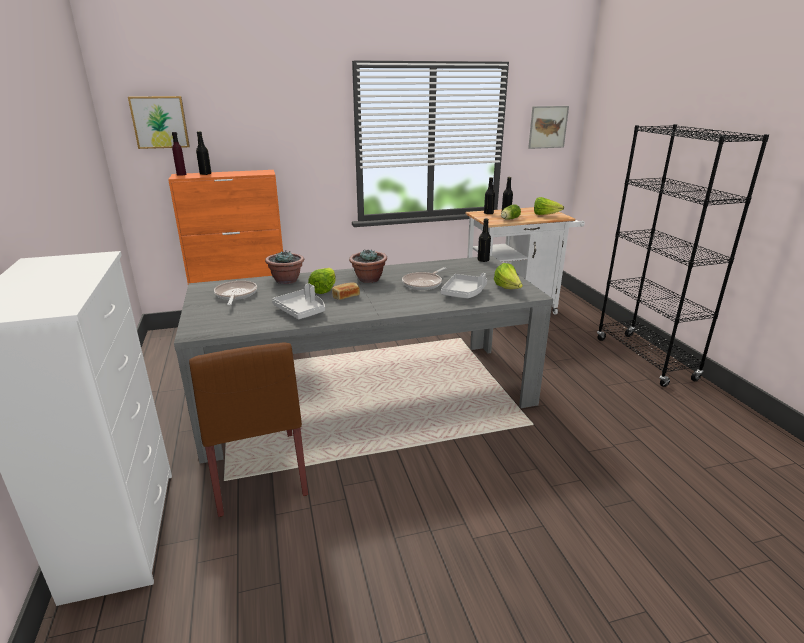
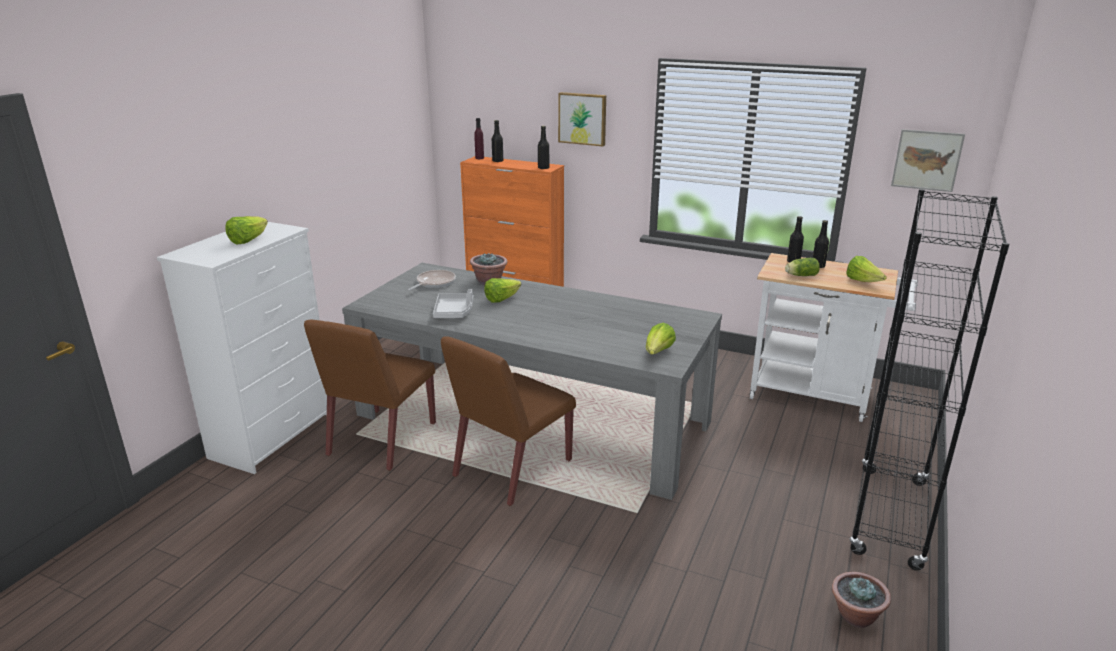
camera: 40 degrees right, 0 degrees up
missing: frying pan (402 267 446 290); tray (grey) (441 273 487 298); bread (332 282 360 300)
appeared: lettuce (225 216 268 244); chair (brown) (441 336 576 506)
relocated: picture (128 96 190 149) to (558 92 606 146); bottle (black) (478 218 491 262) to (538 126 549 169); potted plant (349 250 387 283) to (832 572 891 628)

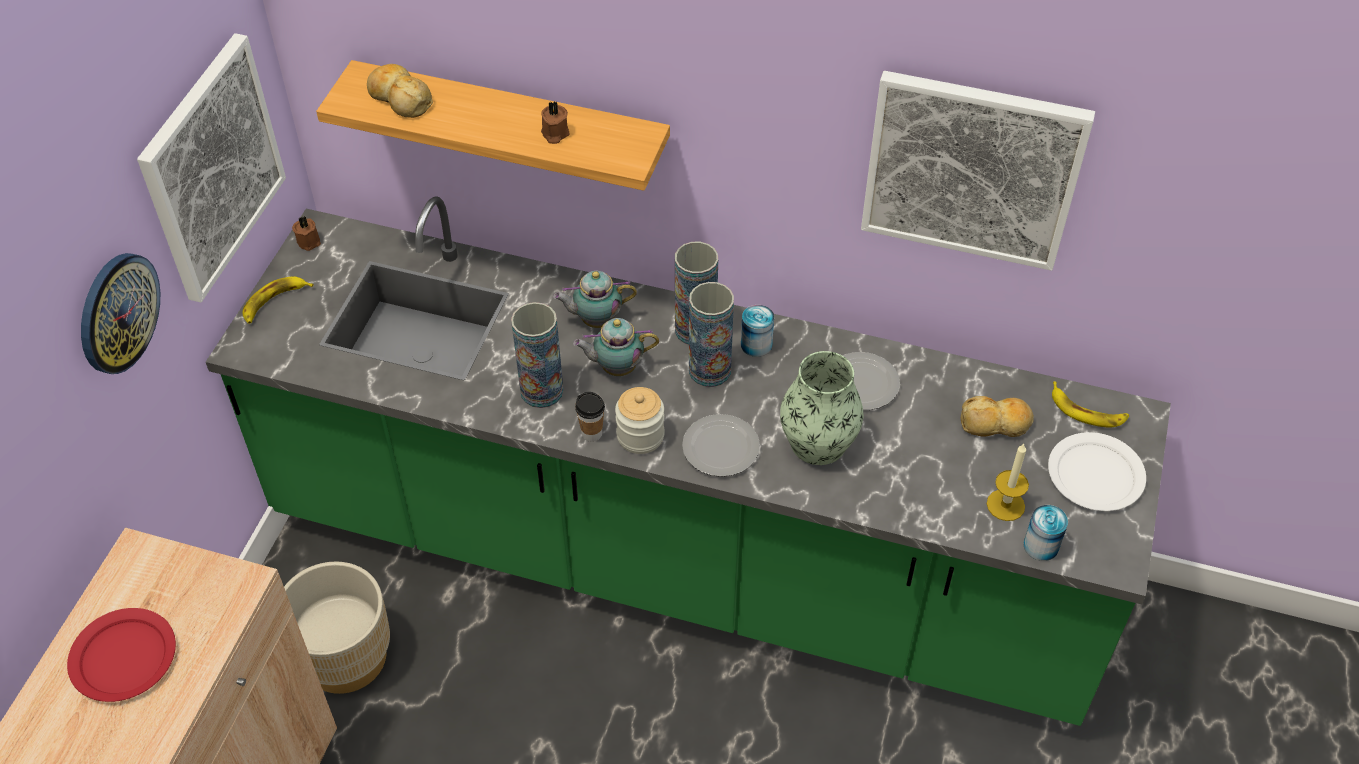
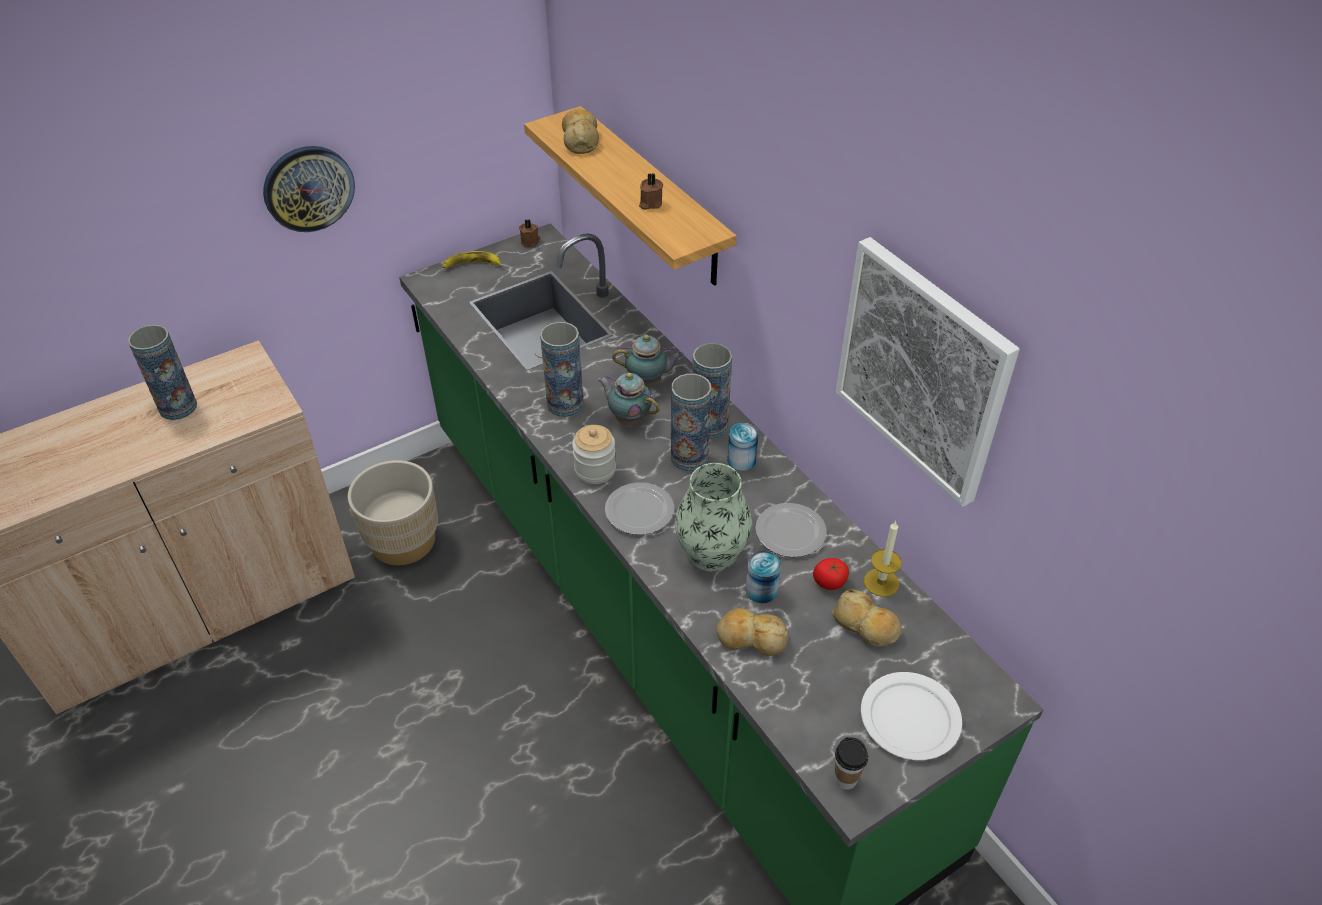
camera: 40 degrees right, 5 degrees down
missing: picture (137 33 286 303); banana (1052 381 1129 427)
appeared: tomato (813 558 849 590); bread (717 608 788 656)
relocated: cup (575 392 605 442) to (835 737 868 790); candle (987 443 1029 521) to (864 520 902 597); can (1023 505 1068 561) to (746 551 781 603)
exchanged: plate (red) (67 608 176 702) to vase (128 325 197 420)
spun: teapot (553 271 637 328) = (612 335 684 386) 150 degrees clockwise

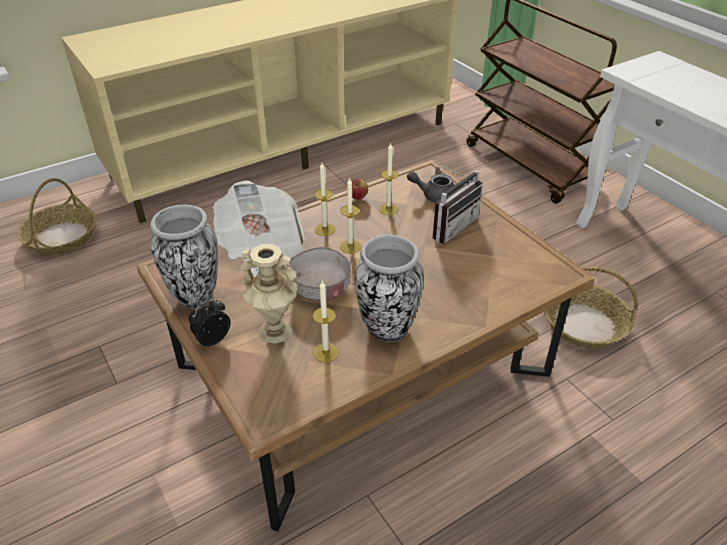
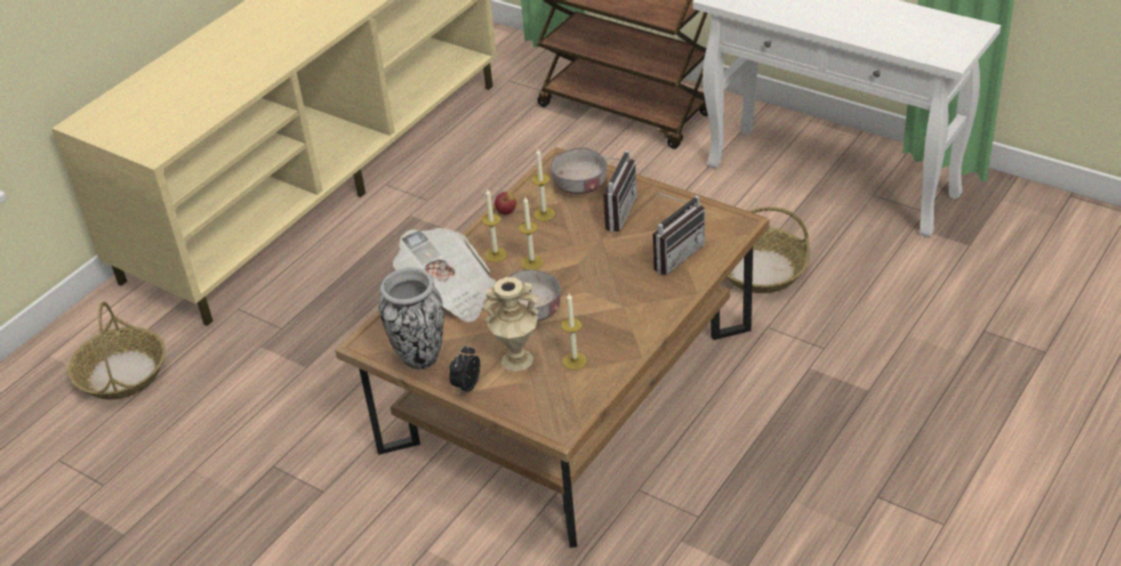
camera: 20 degrees left, 0 degrees up
missing: vase (355 235 424 342)
appeared: radio (653 191 705 275)
exchanged: teapot (grey) (407 167 455 203) to bowl (grey) (551 147 607 194)

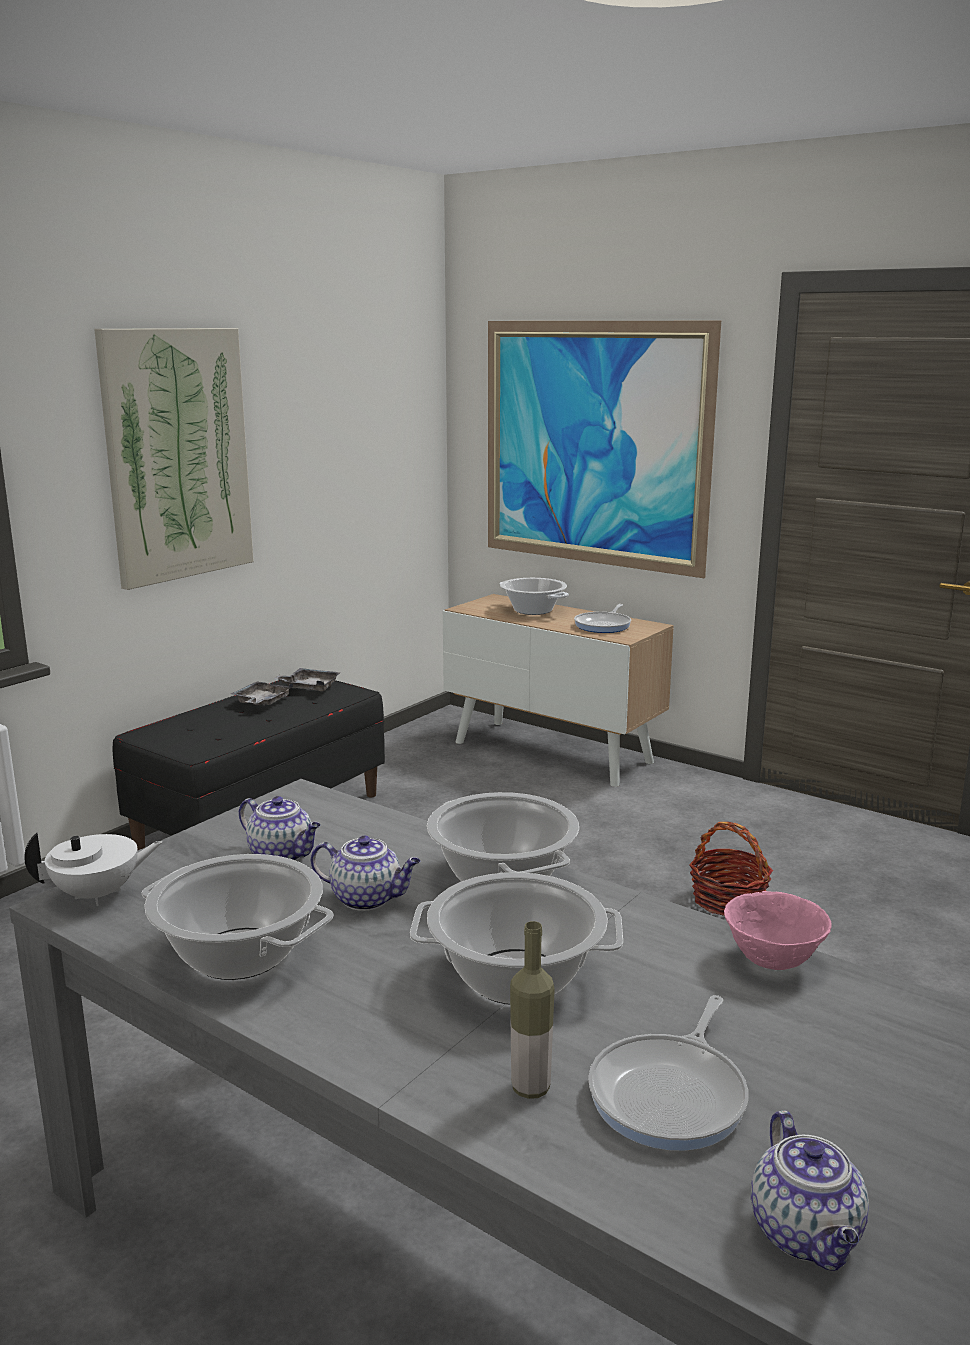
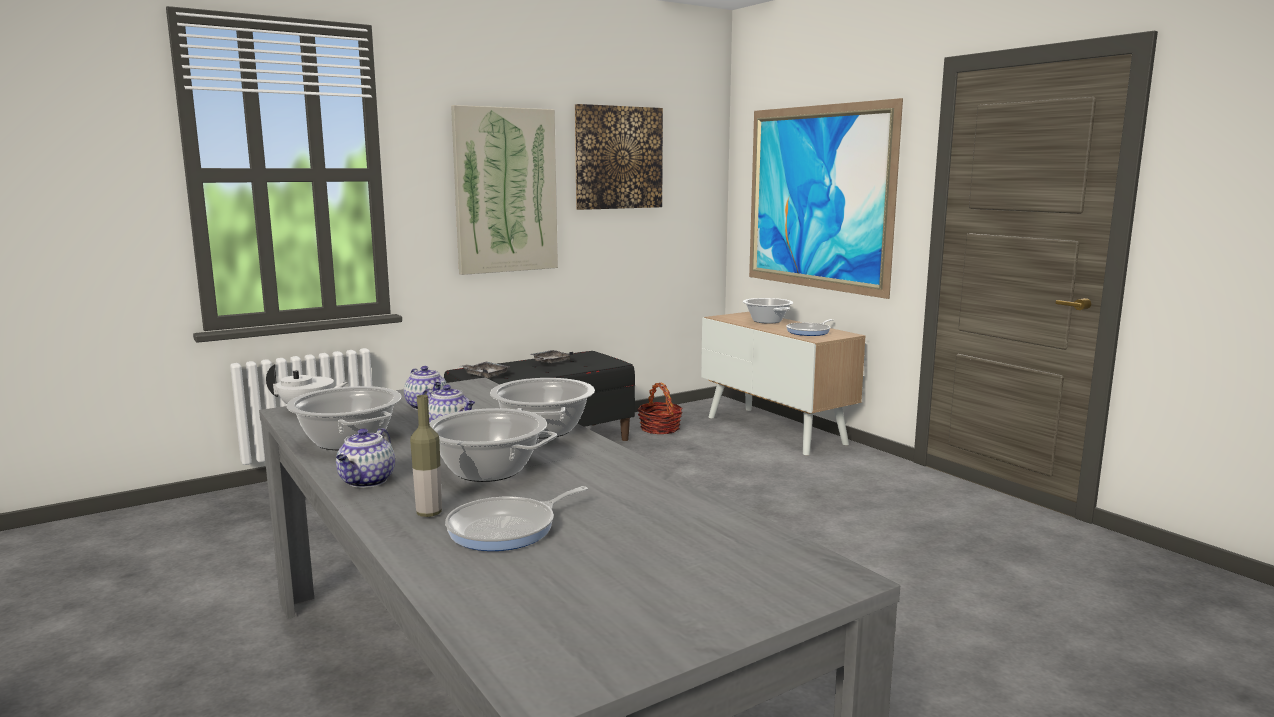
camera: 20 degrees right, 5 degrees down
missing: bowl (pink) (724 891 831 970)
appeared: picture (575 104 663 210)
relocated: tray (grey) (273 668 340 691) to (460 361 509 378); basket (689 822 773 916) to (638 383 683 434); teapot (751 1110 869 1271) to (336 428 395 488)

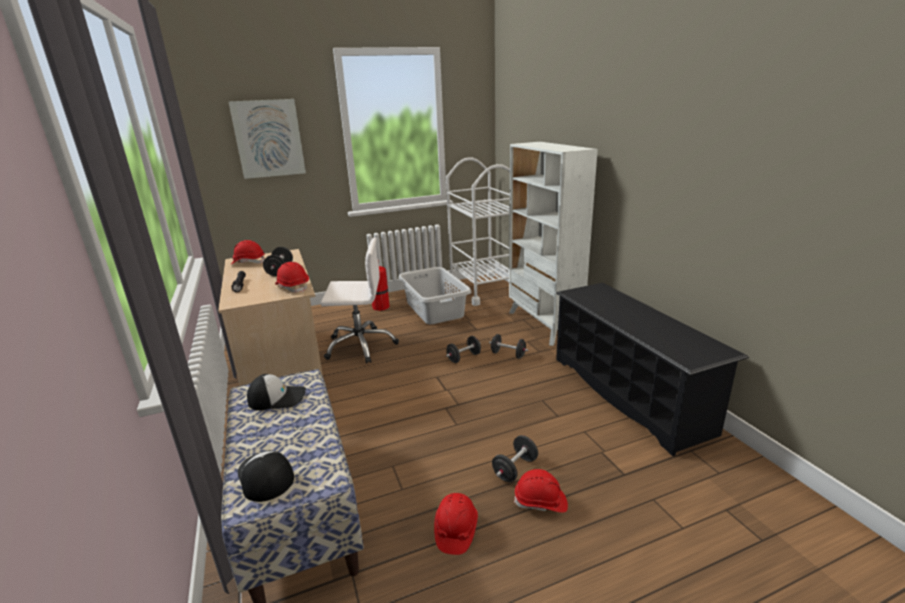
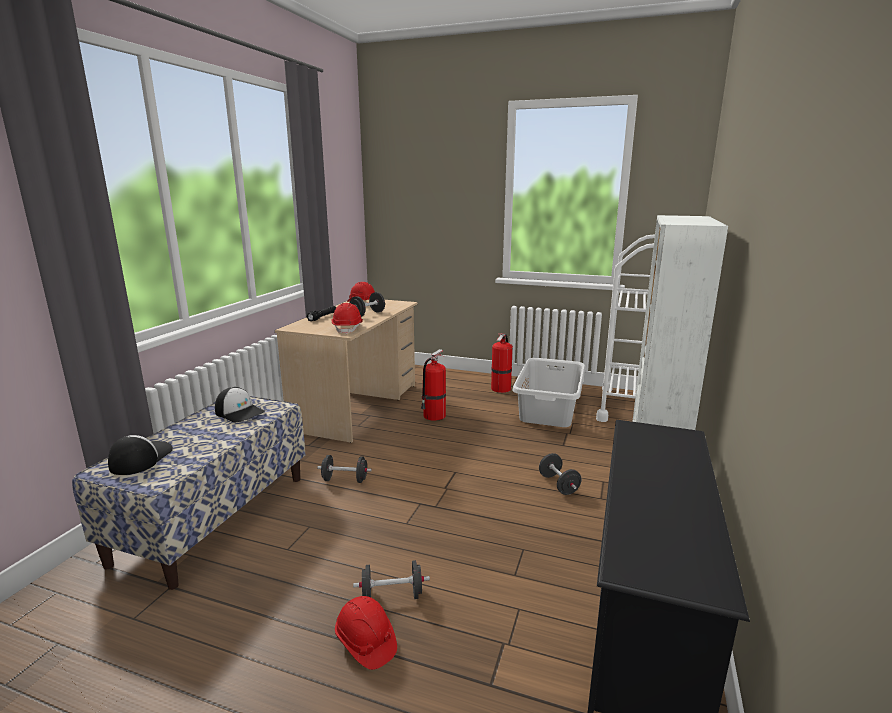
camera: 40 degrees right, 5 degrees down
missing: picture (228 99 306 179); hard hat (red) (434 493 478 555)
relocated: dumbbell (black) (446 336 481 363) to (317 455 372 483)
exchanged: office chair (white) (321 237 399 364) to fire extinguisher (421 349 446 421)

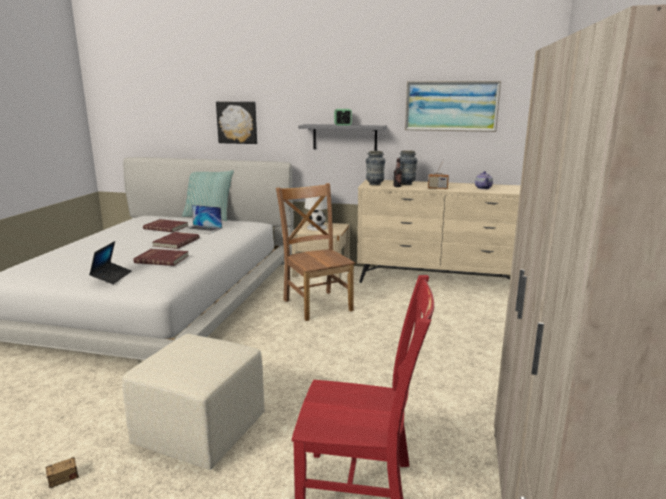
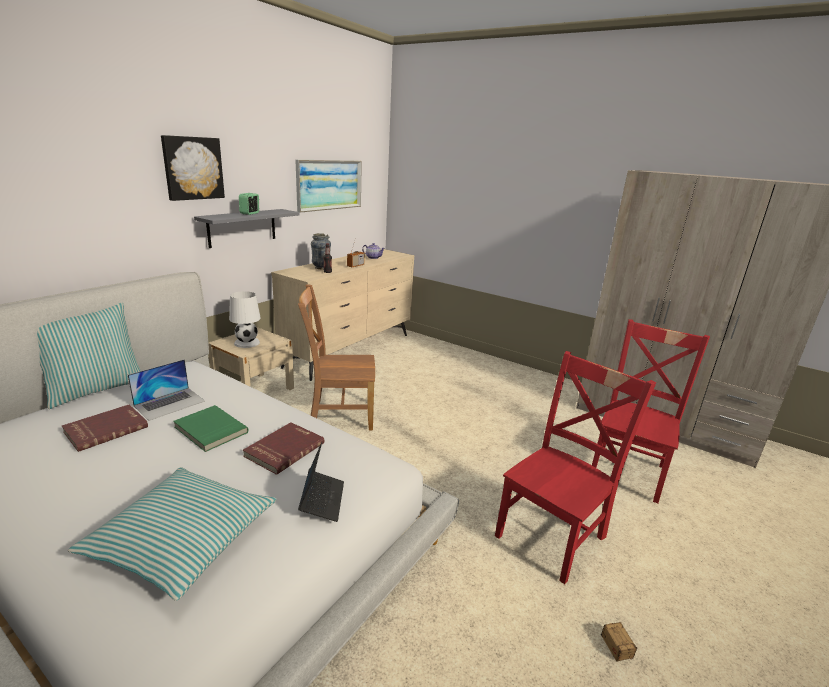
camera: 70 degrees left, 5 degrees up
missing: vase (366 151 385 186)
appeared: pillow (68 467 277 601)
relocated: picture (216 102 257 144) to (161 135 225 201)
exchanged: ottoman (beige) (122 334 265 470) to chair (red) (495 351 656 584)
colour: book (red) (153 232 200 249) to book (green) (173 405 248 452)
spun: laptop (89 241 132 284) = (298 442 344 522) 60 degrees clockwise

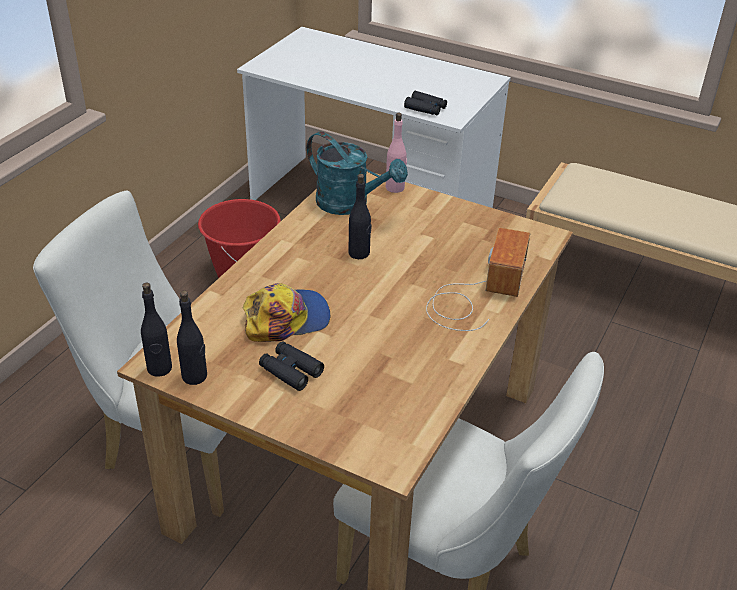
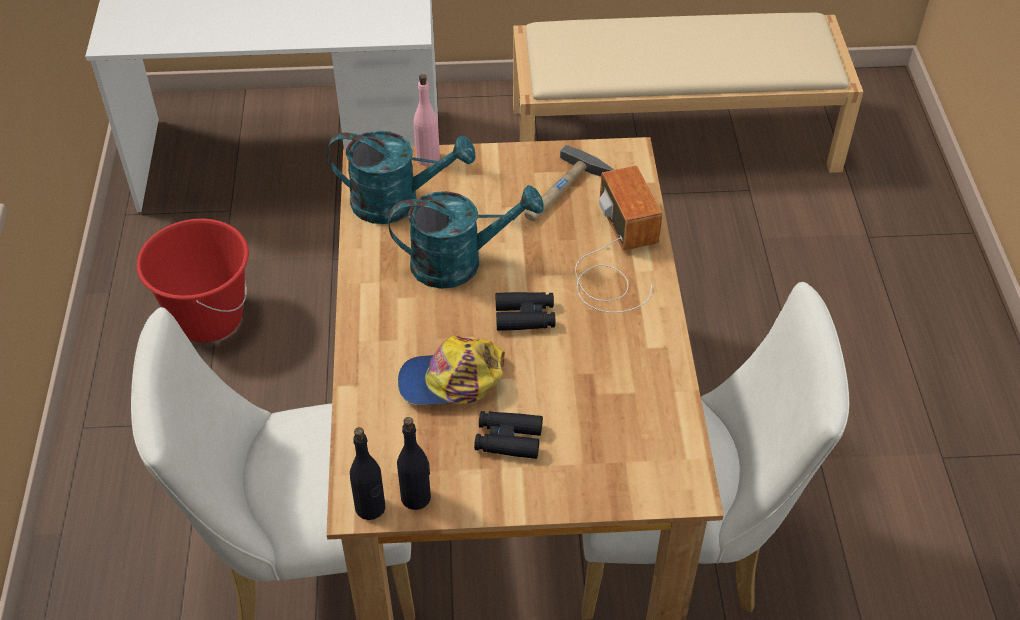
camera: 30 degrees left, 10 degrees up
appeared: hammer (524 145 614 221)
relocated: binoculars (black) (404 91 447 115) to (496 292 555 331)
exchanged: bottle (black) (348 174 372 259) to watering can (turquoise) (388 185 544 289)
spun: cap (243 283 330 342) = (398 336 505 405) 135 degrees counterclockwise

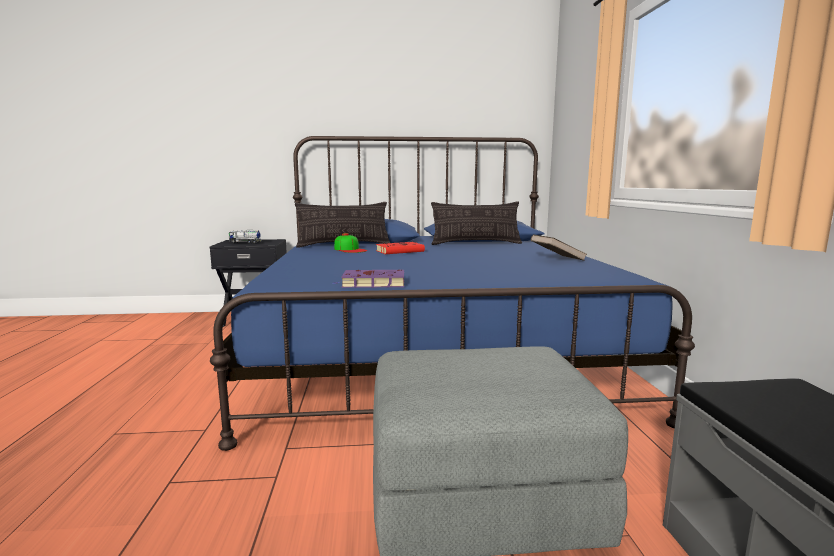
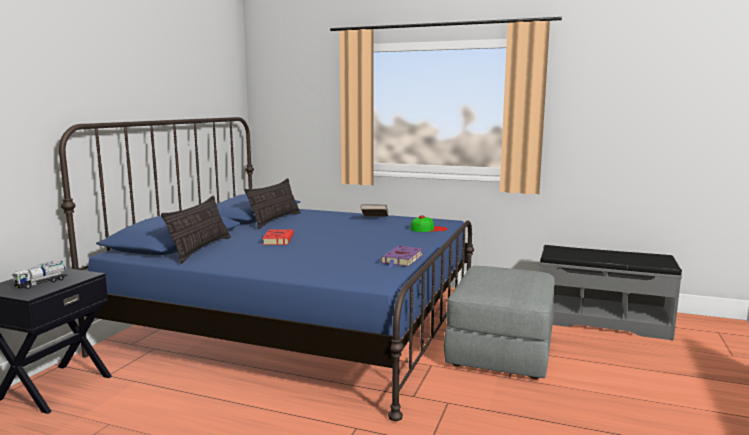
camera: 65 degrees left, 0 degrees up
relocated: cap (334 233 368 253) to (410 215 448 232)

